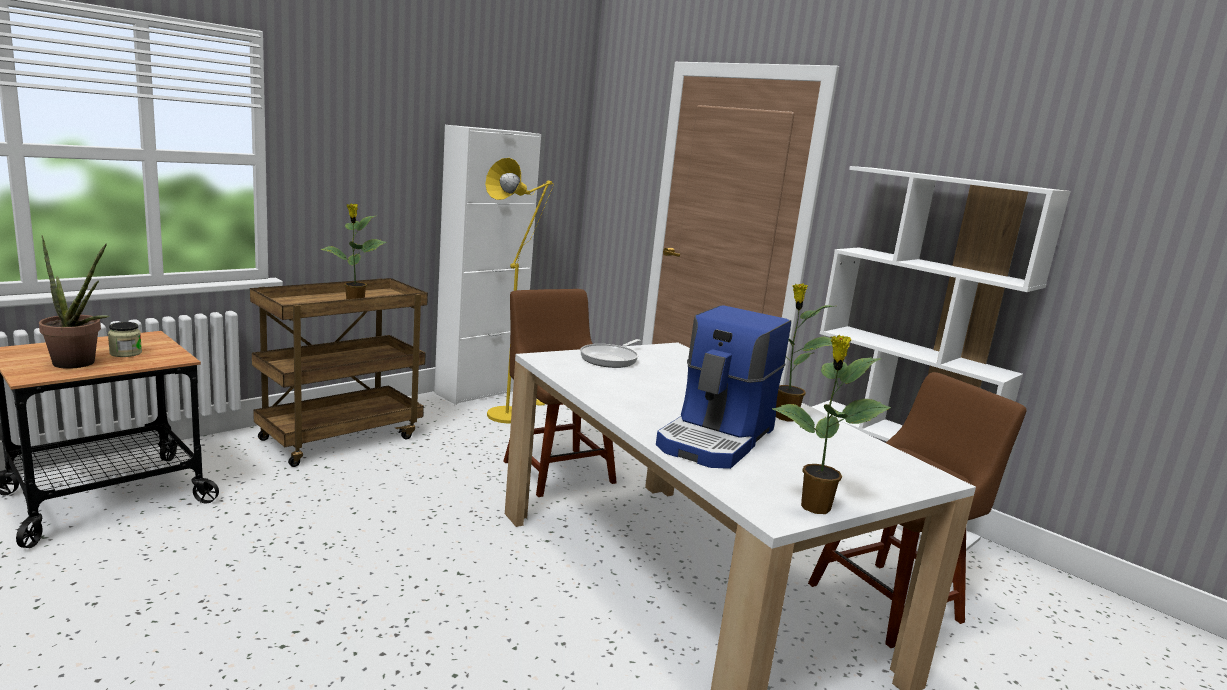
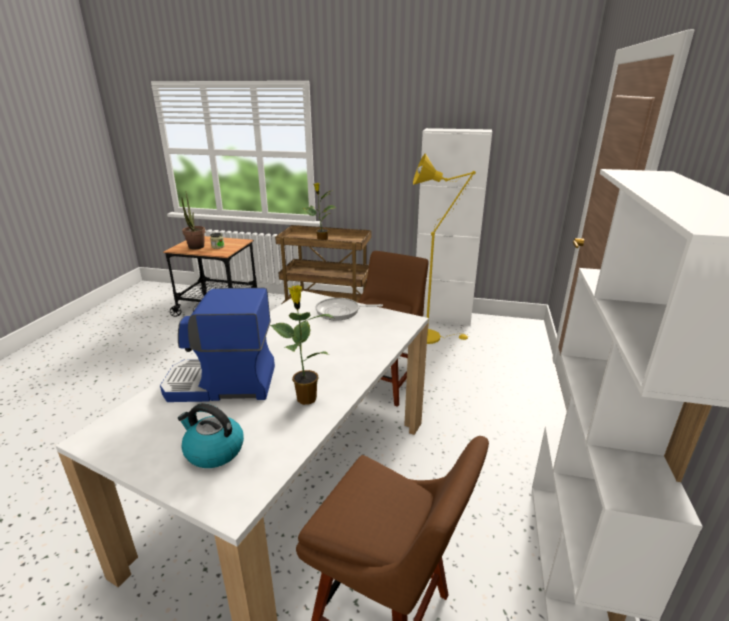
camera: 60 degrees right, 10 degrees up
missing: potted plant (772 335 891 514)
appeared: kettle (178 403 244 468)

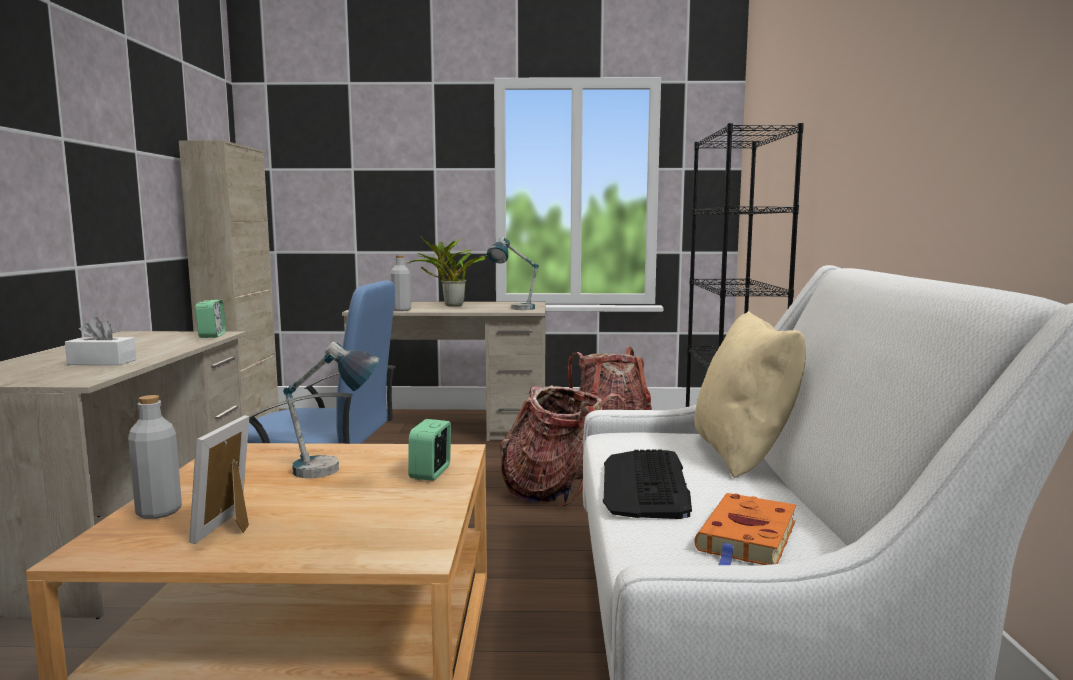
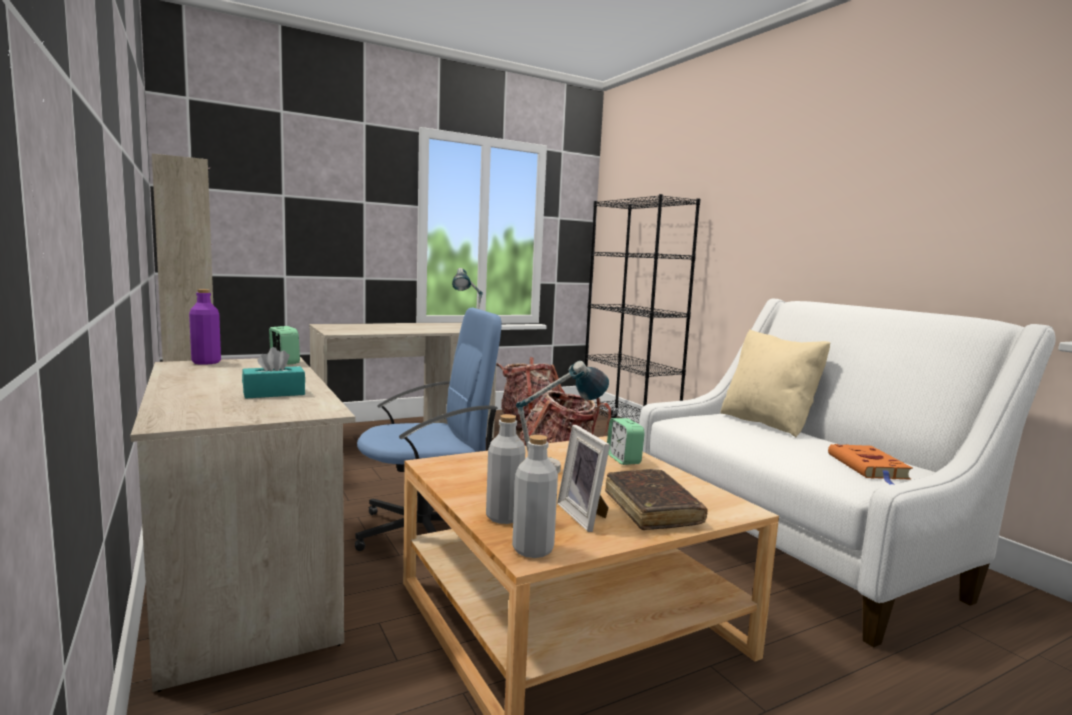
camera: 30 degrees left, 0 degrees up
missing: potted plant (407 238 487 307); keyboard (603 449 692 519)
appeared: bottle (purple) (189 289 221 365); book (brown) (605 469 707 530)
relocated: bottle (grey) (390 255 411 311) to (512 435 558 558)
colour: tissue box (white) (65 317 137 365) to tissue box (turquoise) (242 347 305 399)

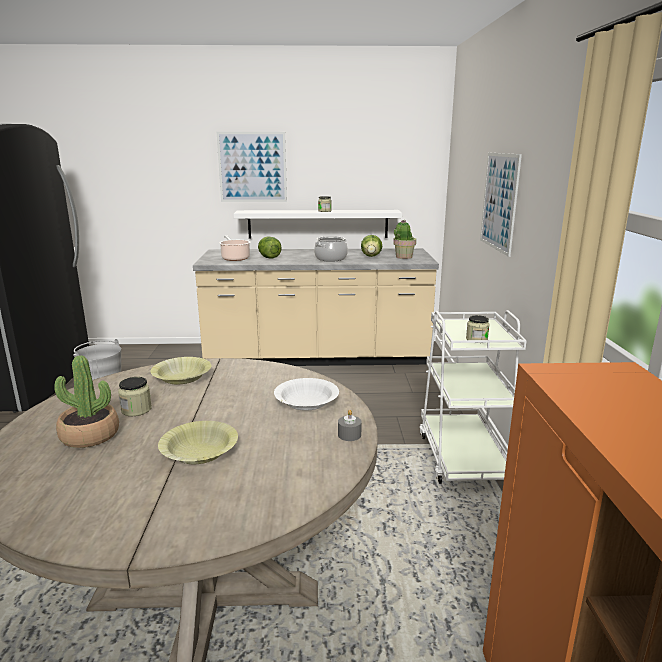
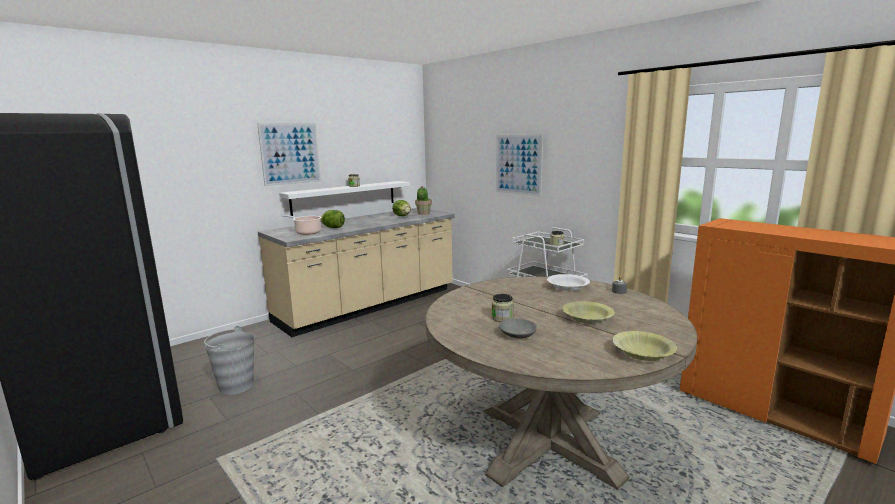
camera: 40 degrees left, 5 degrees down
missing: cooking pot (314 236 348 262)
relocated: bowl (yellow) (150 357 211 384) to (612 331 677 361)
exchanged: potted plant (54 355 119 448) to bowl (grey) (499 318 537 338)

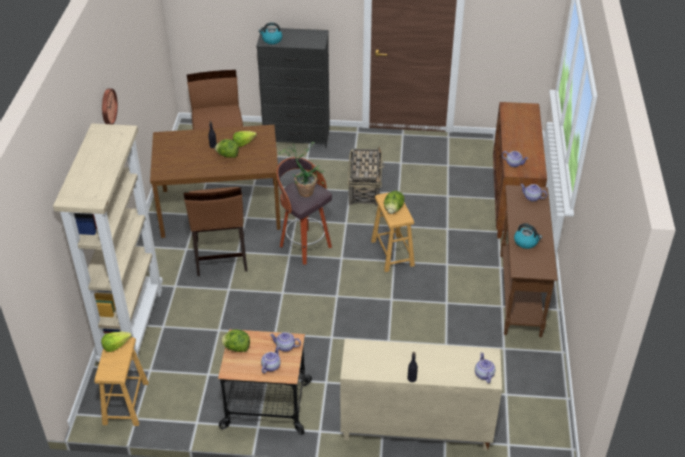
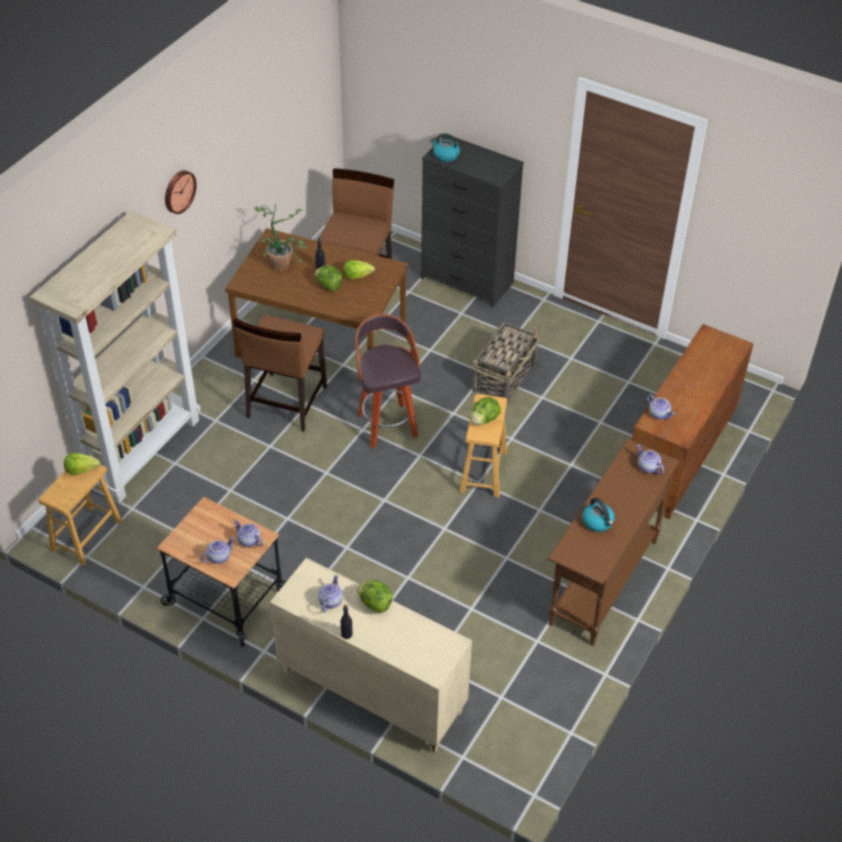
camera: 25 degrees right, 5 degrees up
relocated: potted plant (279 142 324 197) to (254 204 309 271); lettuce (221 329 250 352) to (357 580 393 613); teapot (475 352 495 383) to (318 575 343 613)

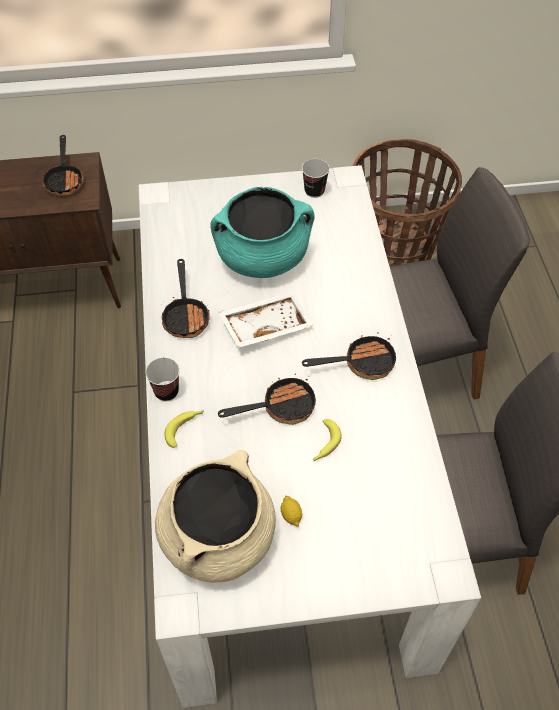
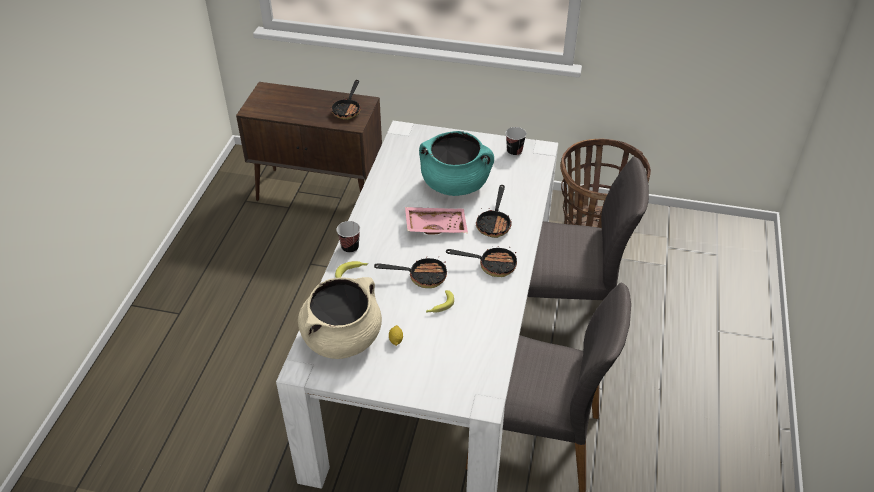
camera: 20 degrees right, 10 degrees down
relocated: frying pan (162 259 210 338) to (476 185 512 238)
colour: tray (white) (218 292 313 348) to tray (pink) (405 207 468 235)

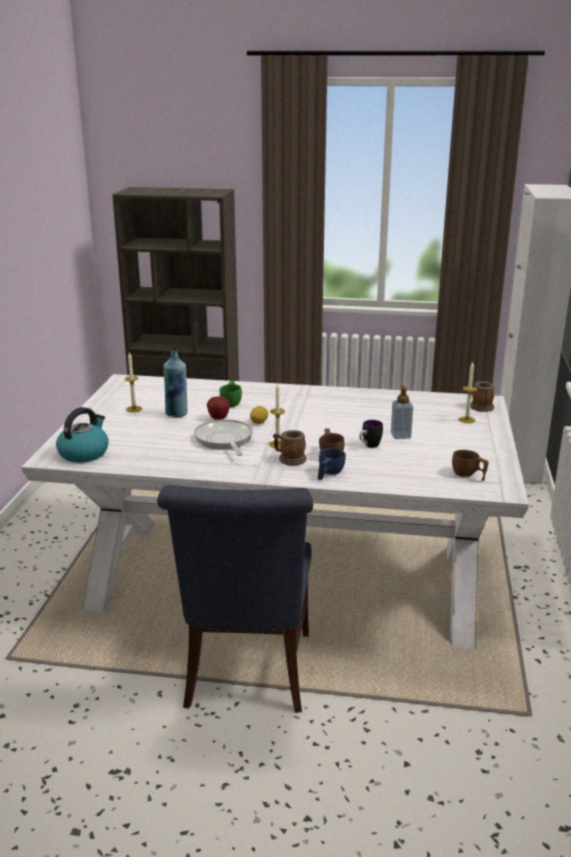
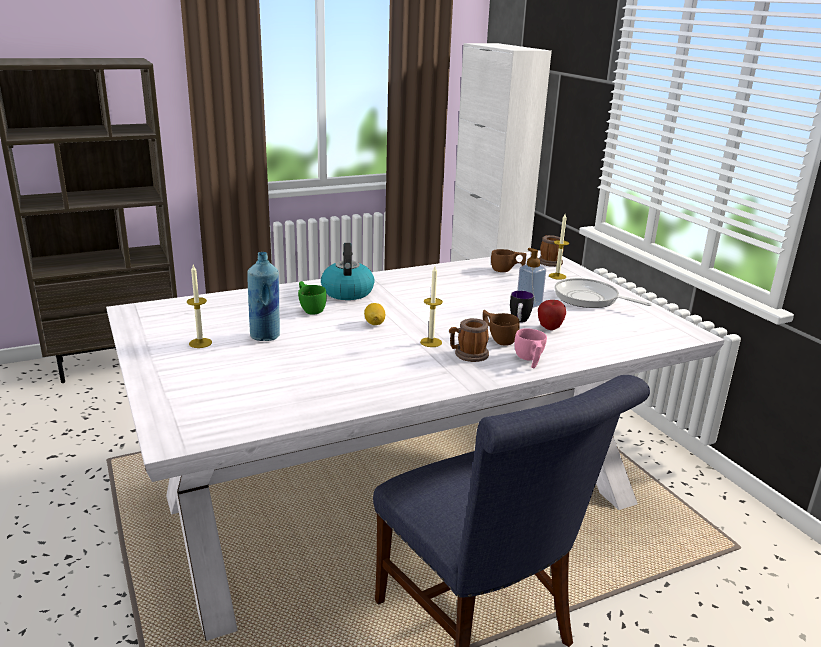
camera: 35 degrees left, 0 degrees up
relocated: apple (207 396 230 420) to (538 300 566 330); kettle (56 407 109 463) to (321 243 375 300); frying pan (194 419 253 456) to (555 278 652 308); cup (brown) (452 450 489 481) to (491 249 526 272)
colour: cup (blue) (318 448 346 480) to cup (pink) (514 328 547 368)

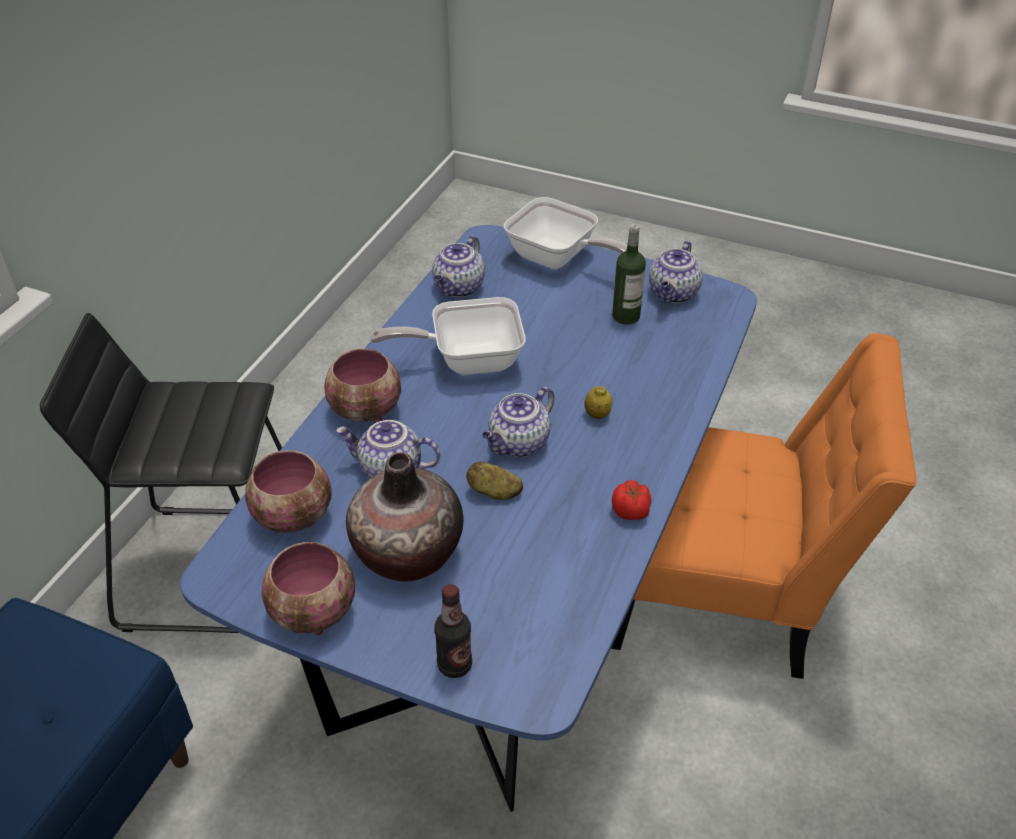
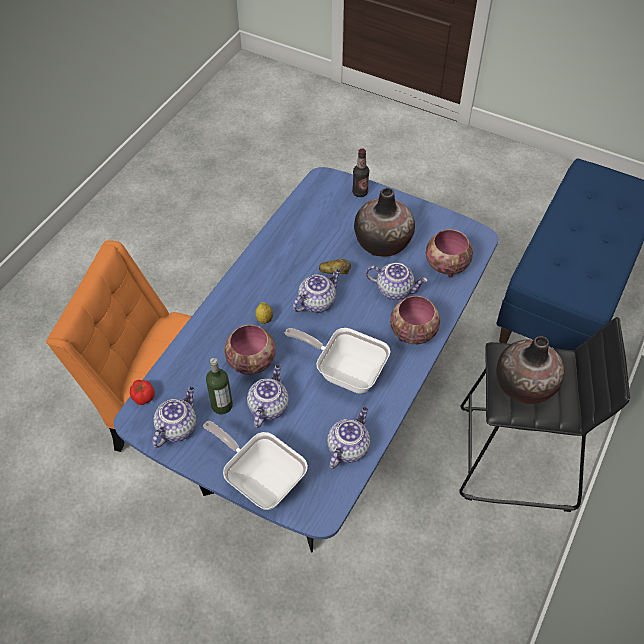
camera: 175 degrees left, 10 degrees up
appeared: vase (496 336 564 404); teapot (247 364 289 428)
relocated: tomato (612 480 651 520) to (130 380 155 405); bowl (261 542 355 635) to (224 324 275 375)
spun: frying pan (370 297 526 375) = (285 328 390 394) 150 degrees counterclockwise

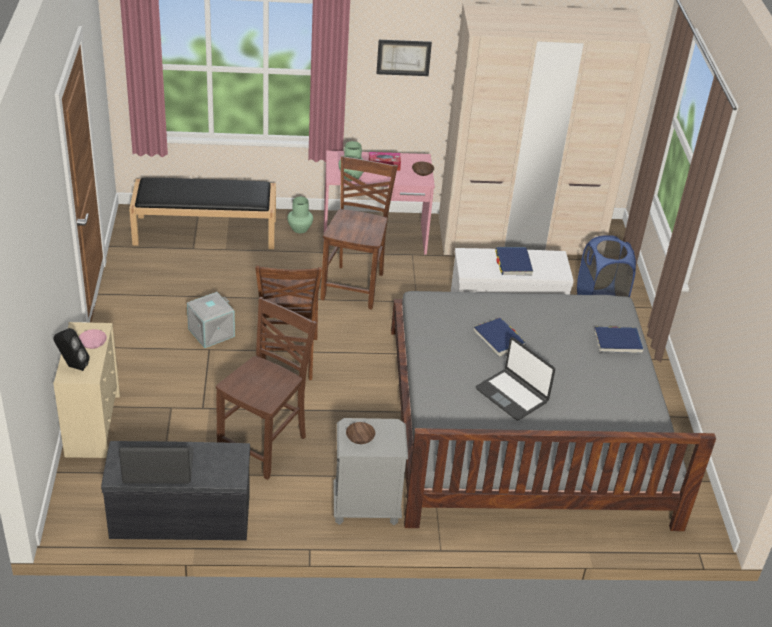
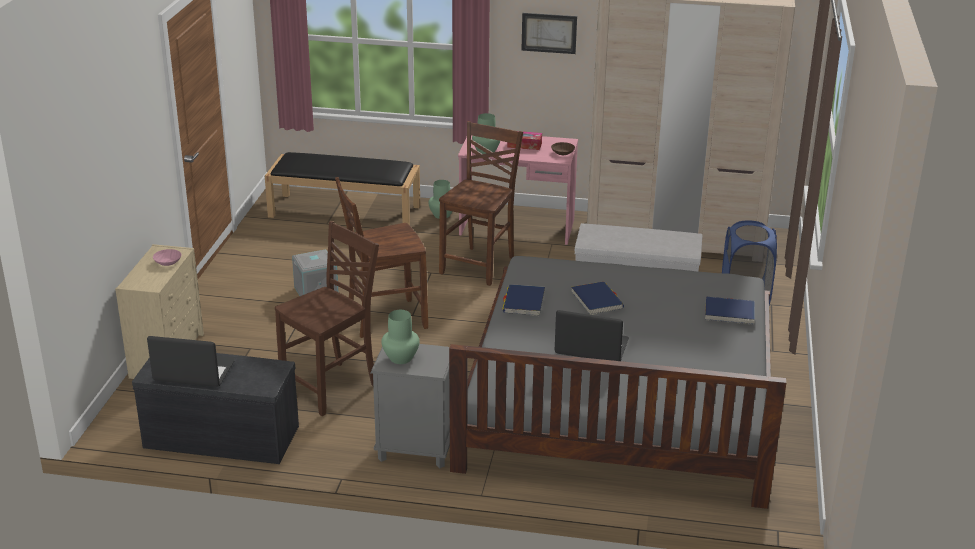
camera: 15 degrees right, 10 degrees down
missing: speaker (black) (53 328 90 371)
relocated: book (blue) (495 247 533 276) to (502 284 545 316)
exchanged: bowl (brown) (346 422 375 444) to vase (green) (381 310 420 364)
spun: chair (brown) (255 266 322 380) = (335 177 428 338) 60 degrees clockwise; laptop (476 337 555 421) = (555 310 629 361) 135 degrees clockwise

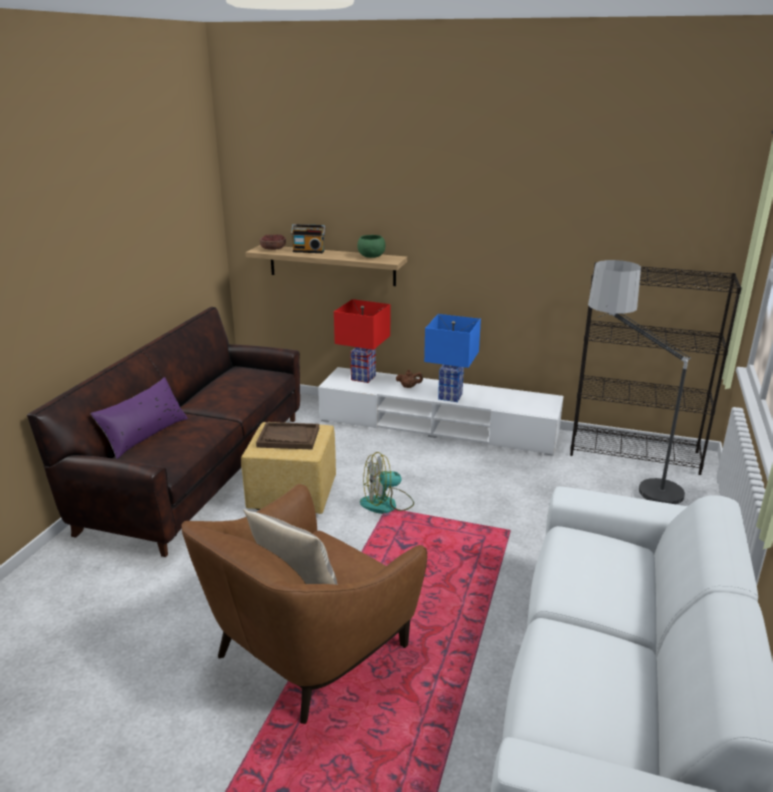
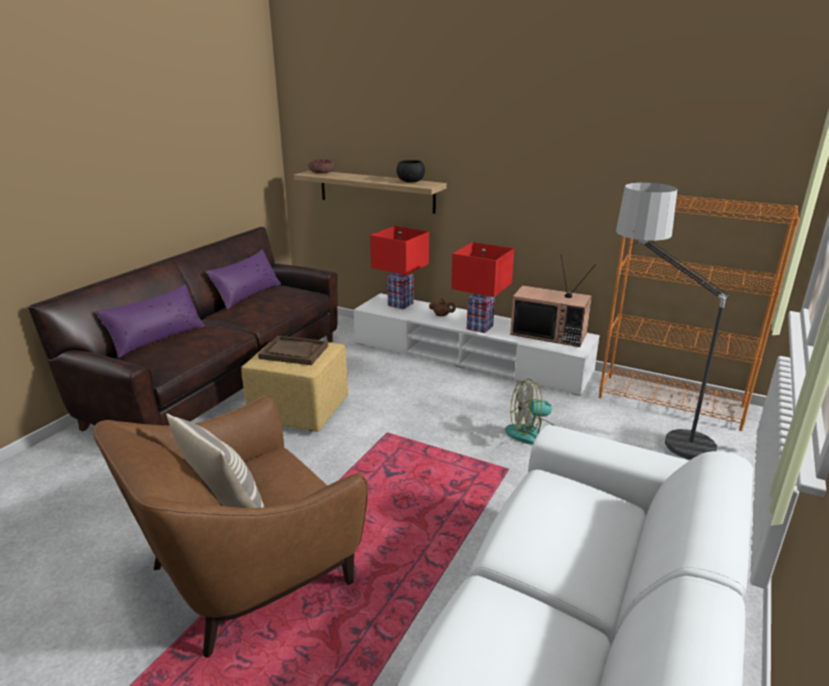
camera: 10 degrees right, 0 degrees up
missing: radio (291 224 326 253)
appeared: pillow (purple) (206 250 281 310); television (510 254 596 347)
relocated: fan (360 452 414 514) to (505 379 554 445)
colour: bowl (green) (357 235 385 258) to bowl (black) (397 160 425 183); bookcase (black) (570 262 742 475) to bookcase (orange) (599 195 800 431); table lamp (blue) (424 314 481 402) to table lamp (red) (451 242 514 333)

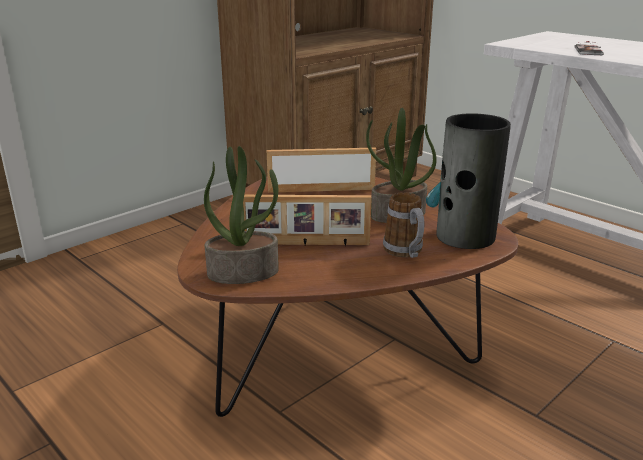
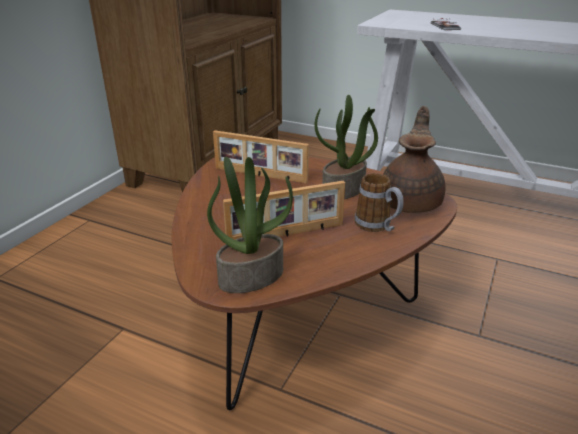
camera: 20 degrees left, 5 degrees up
exchanged: vase (426 113 511 249) to teapot (brown) (383 106 446 213)
spun: picture frame (267 148 376 193) = (213 130 309 184) 135 degrees counterclockwise

